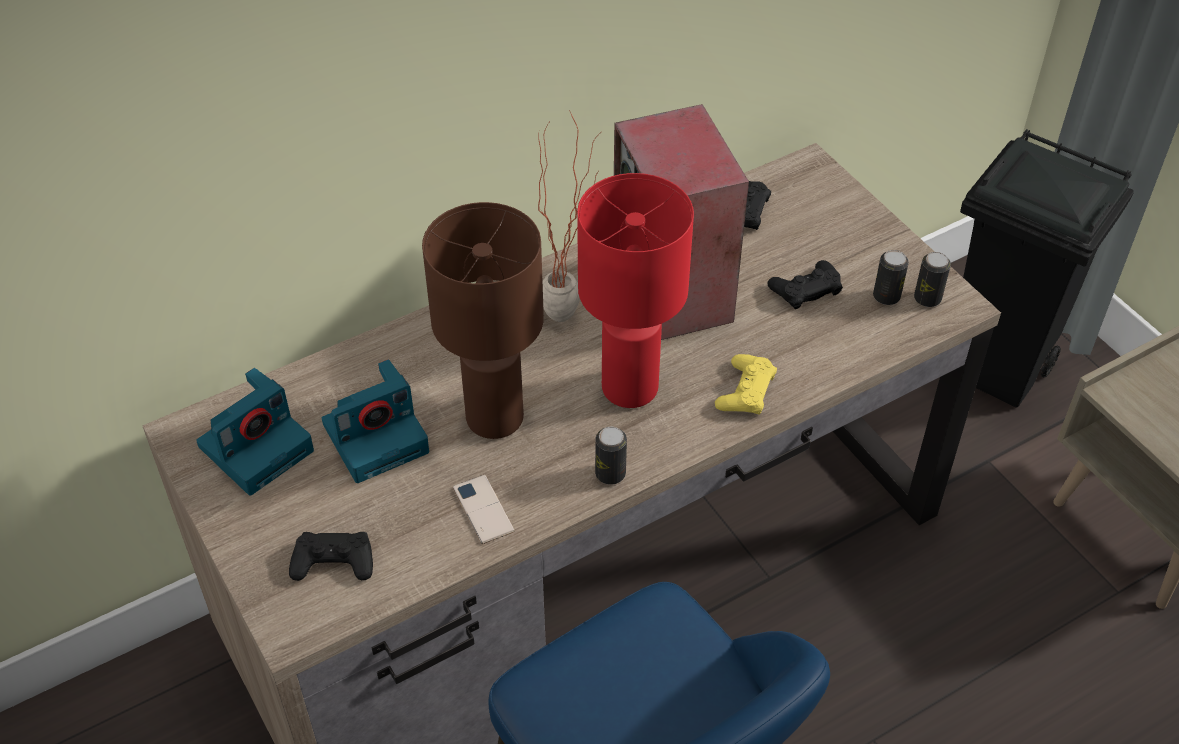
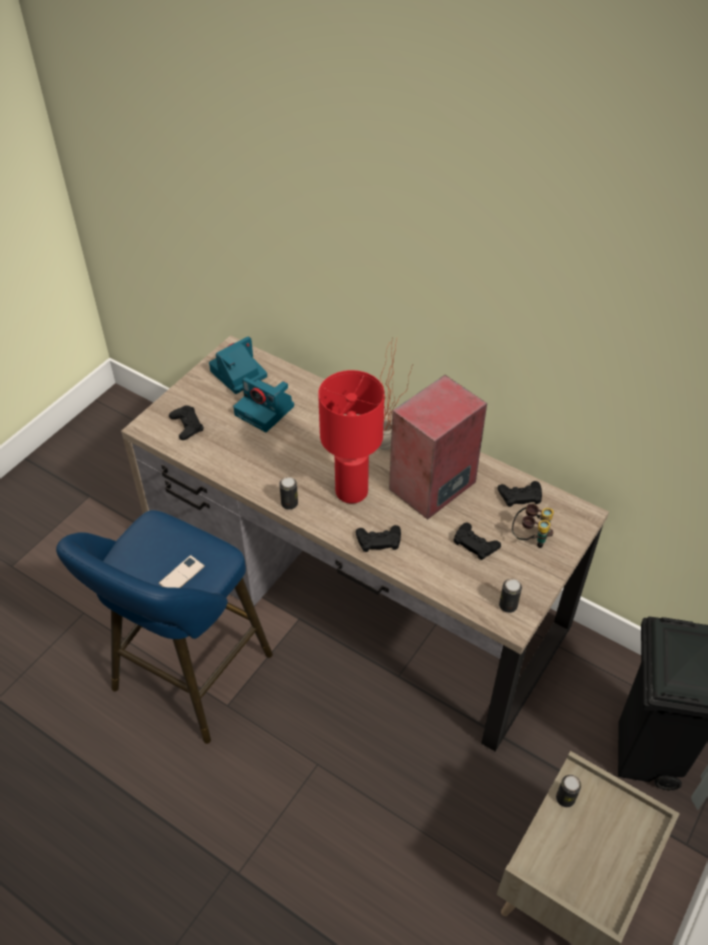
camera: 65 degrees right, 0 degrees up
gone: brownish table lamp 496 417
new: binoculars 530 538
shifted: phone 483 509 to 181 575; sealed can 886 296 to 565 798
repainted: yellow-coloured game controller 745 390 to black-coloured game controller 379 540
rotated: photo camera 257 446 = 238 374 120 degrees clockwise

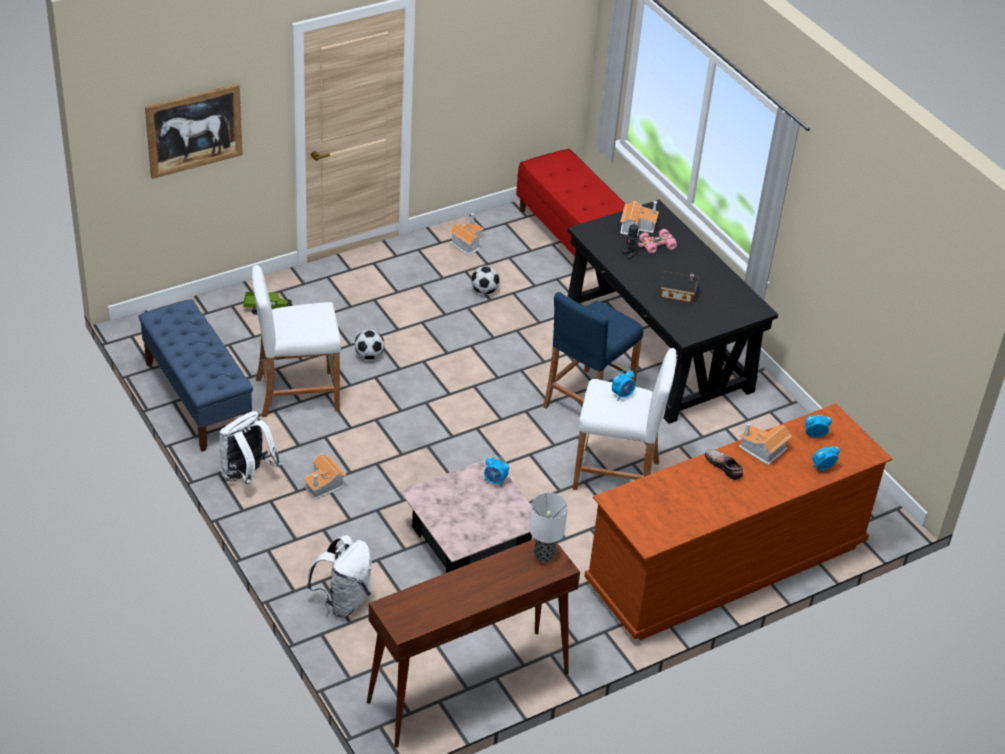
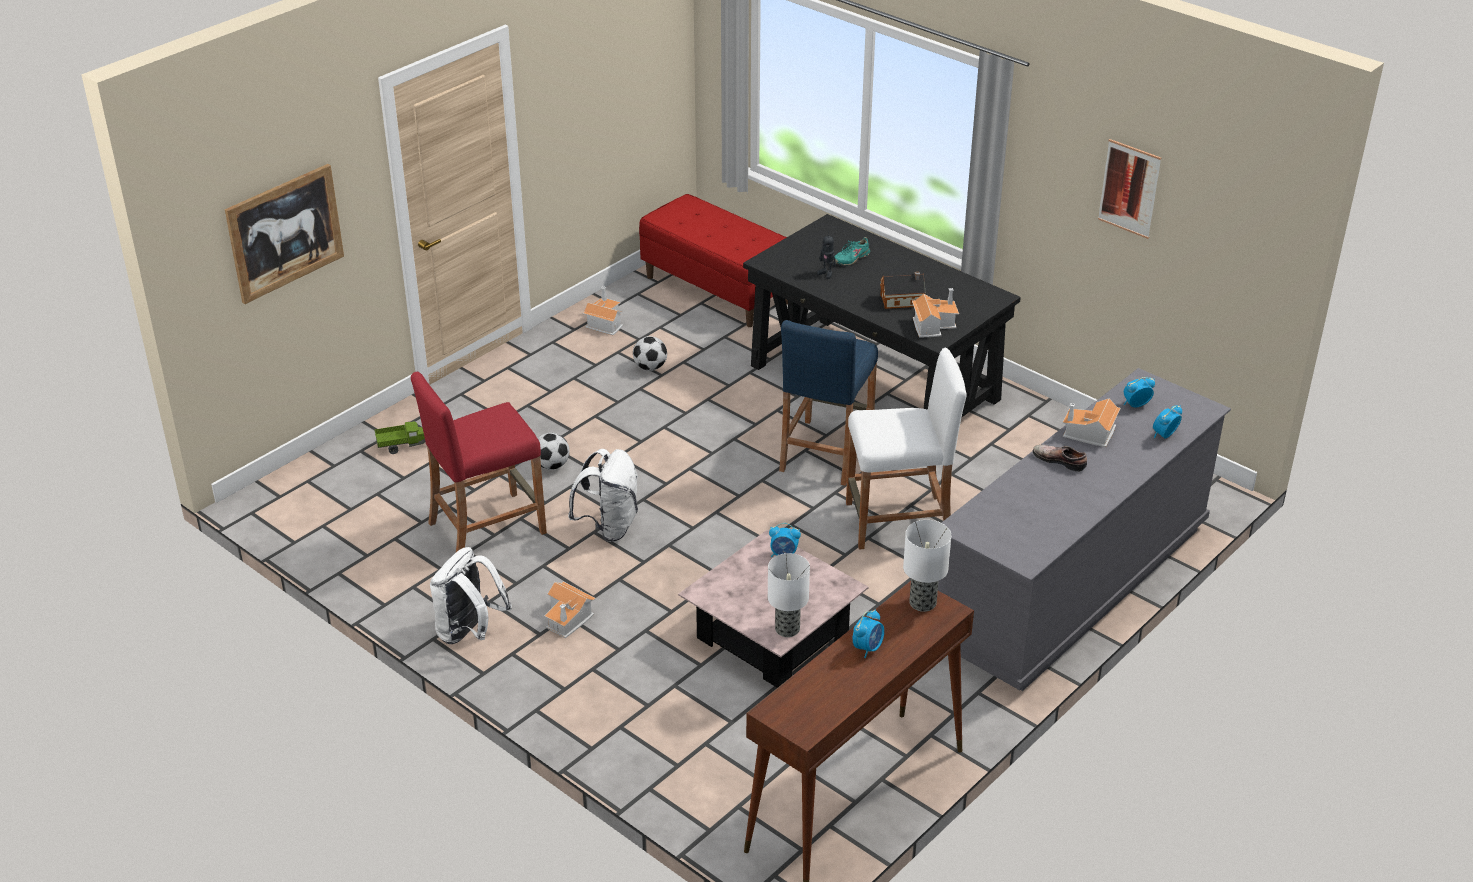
camera: 15 degrees left, 5 degrees down
gone: bluish bench 197 398
new: table lamp 786 629; wall art 1129 188
shifted: whitish rucksack 343 601 to 609 527; alarm clock 622 395 to 868 648; model house 637 226 to 933 324
swapped: pinkish toy car 656 245 to turquoise low shoe 851 258
repainted: whitish stool seat 297 394 to reddish stool seat 486 527; brownish dresser 726 564 to gray dresser 1071 584

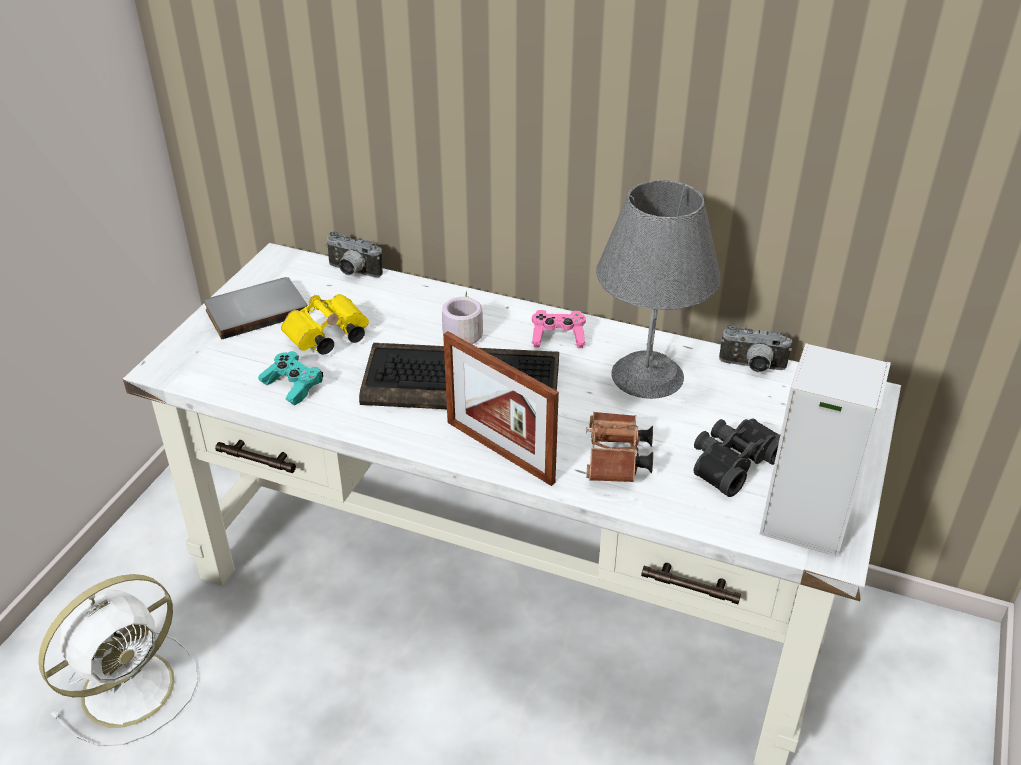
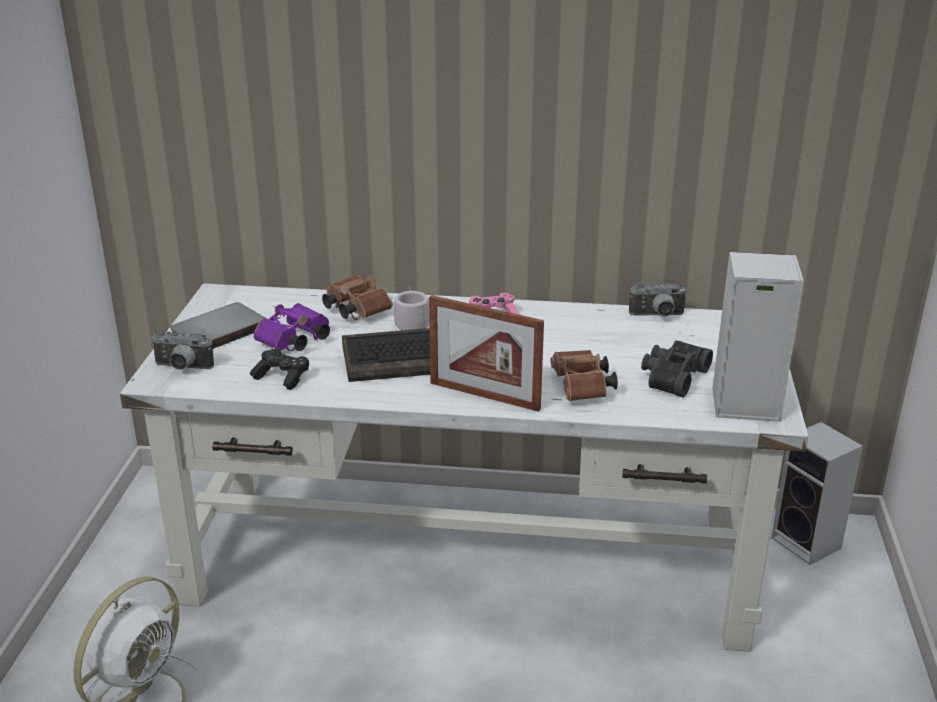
camera: 15 degrees left, 10 degrees down
gone: gray table lamp 646 375
new: brownish binoculars 355 309; loudspeaker 809 544
shifted: photo camera 352 272 to 182 368
repainted: turquoise game controller 293 386 to black-coloured game controller 281 377; yellow-coloured binoculars 326 338 to purple binoculars 293 342

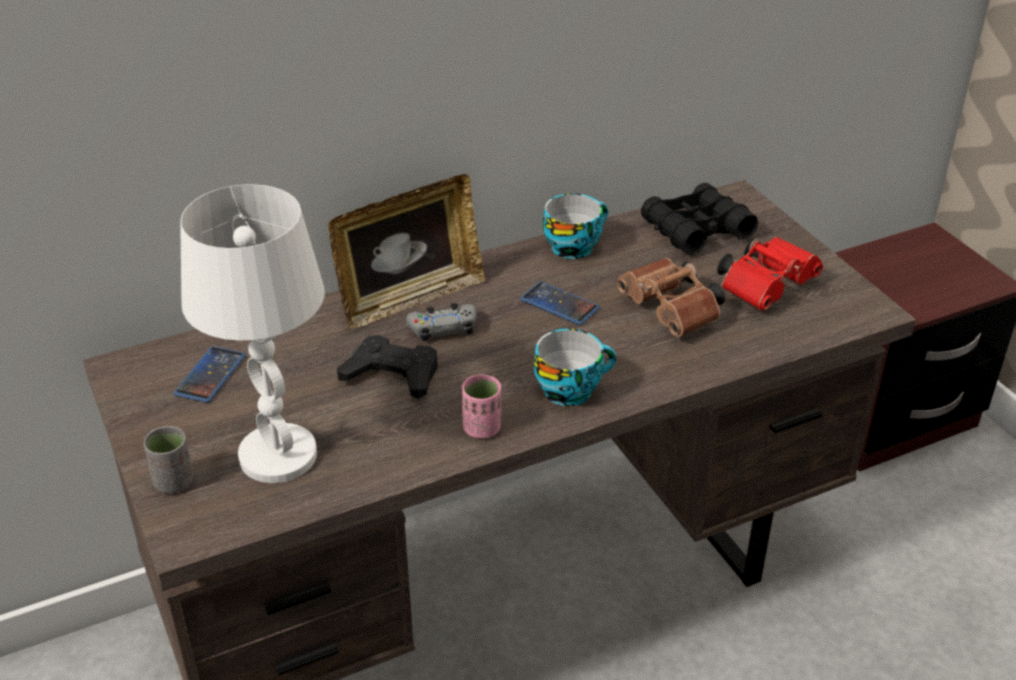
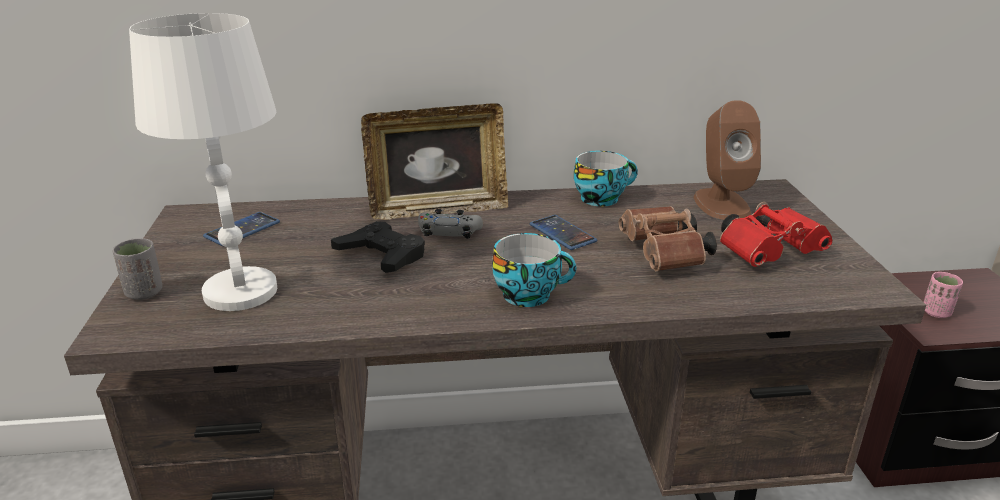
camera: 20 degrees right, 10 degrees down
shifted: pinkish drinking cup 482 428 to 936 312
swapped: black-coloured binoculars 696 230 to brownish loudspeaker 721 204

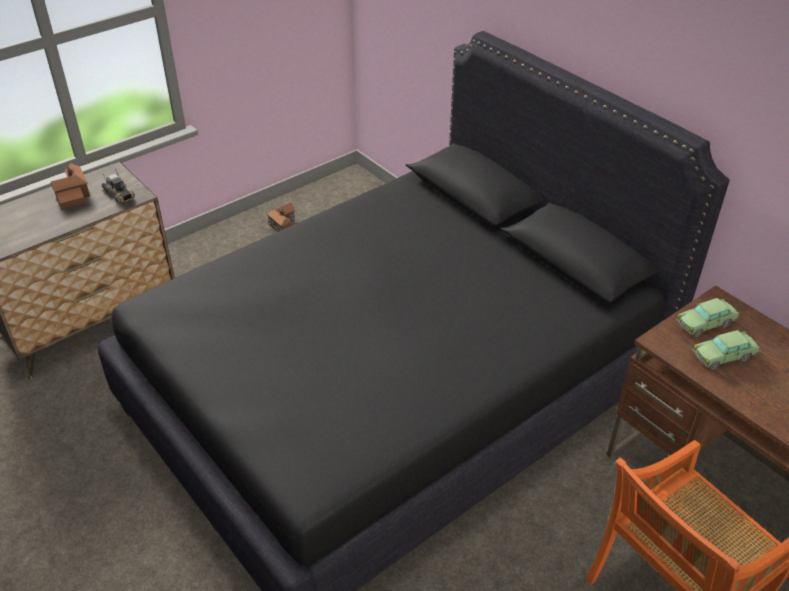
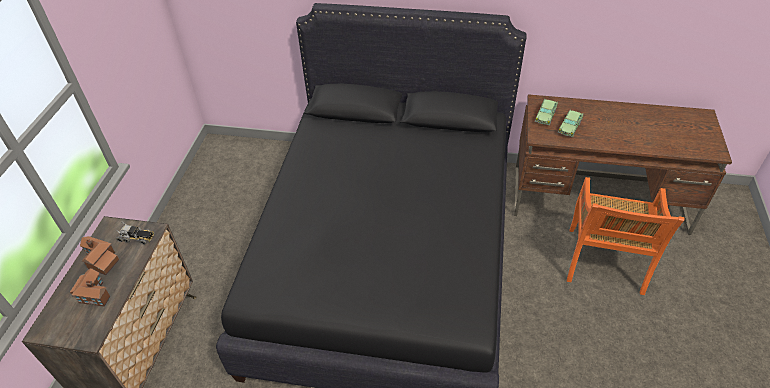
camera: 40 degrees left, 5 degrees up
shifted: model house 282 223 to 93 293

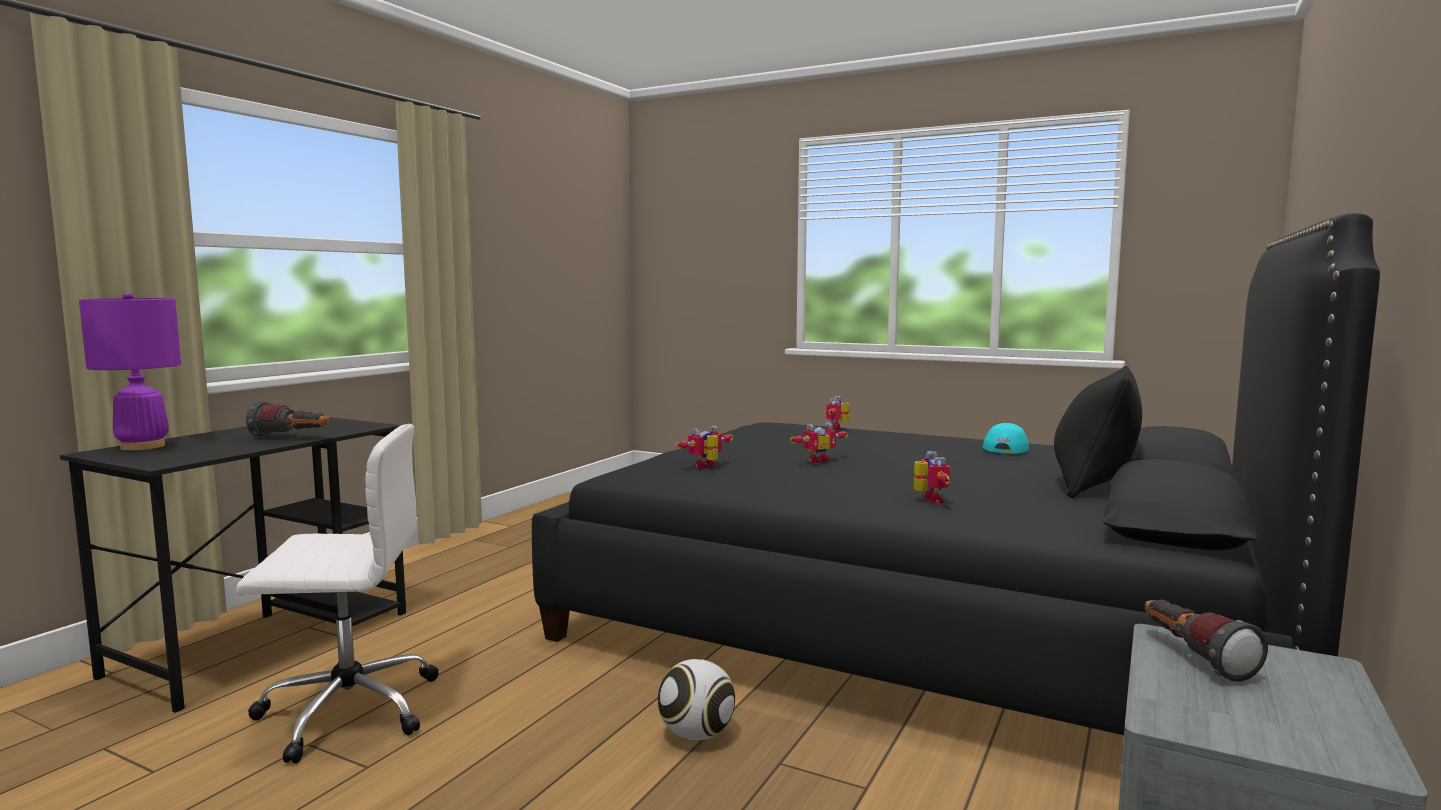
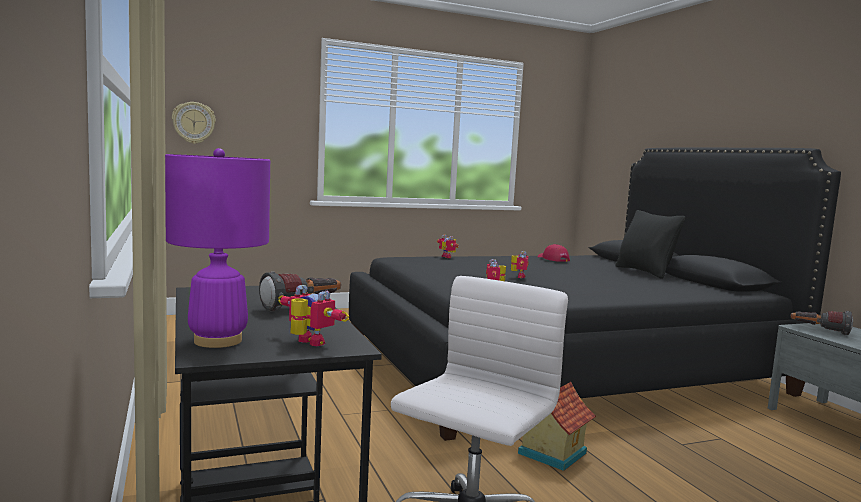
camera: 50 degrees left, 0 degrees up
gone: football 696 735
new: wall clock 193 122; model house 550 453
shifted: model robot 928 500 to 306 343
repainted: turquoise cap 1006 448 to reddish cap 552 259

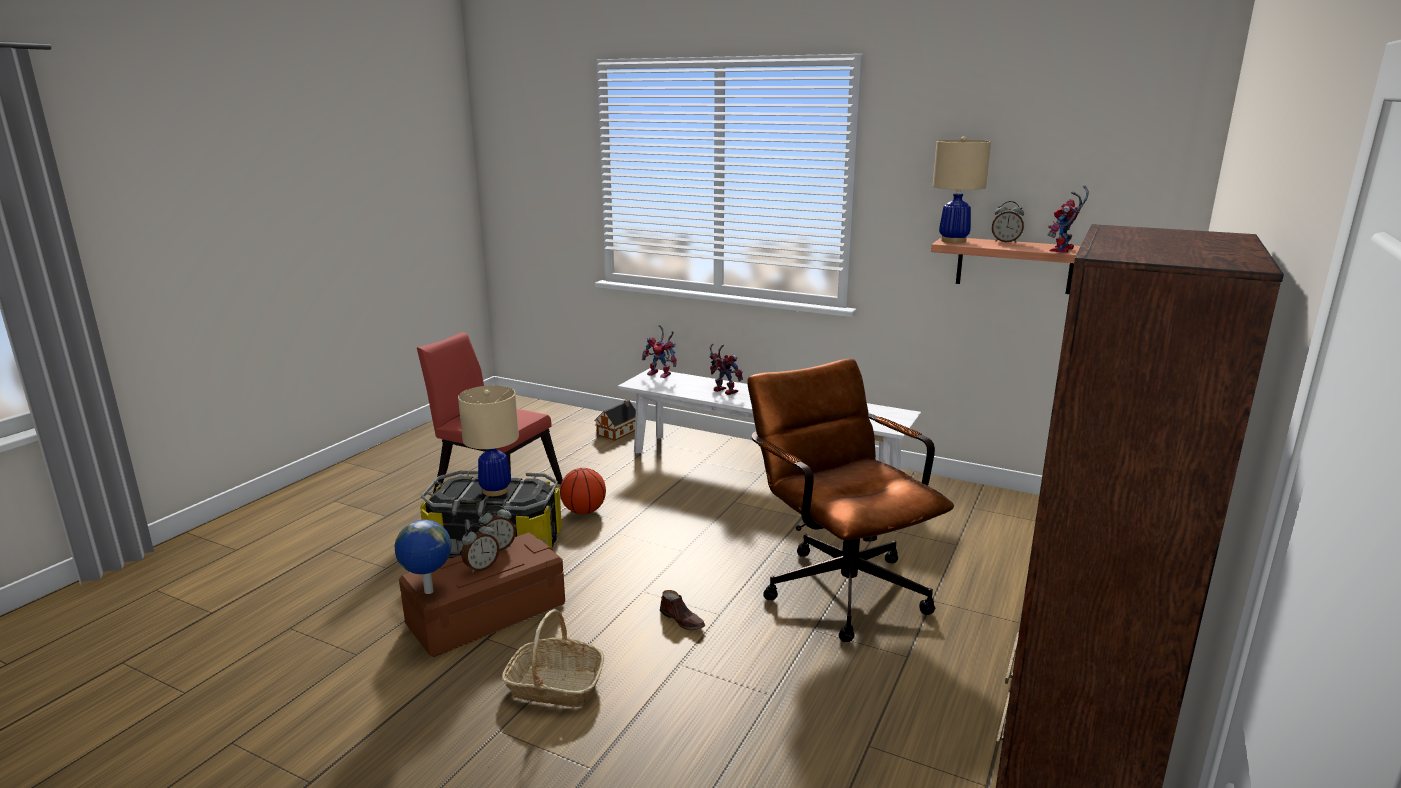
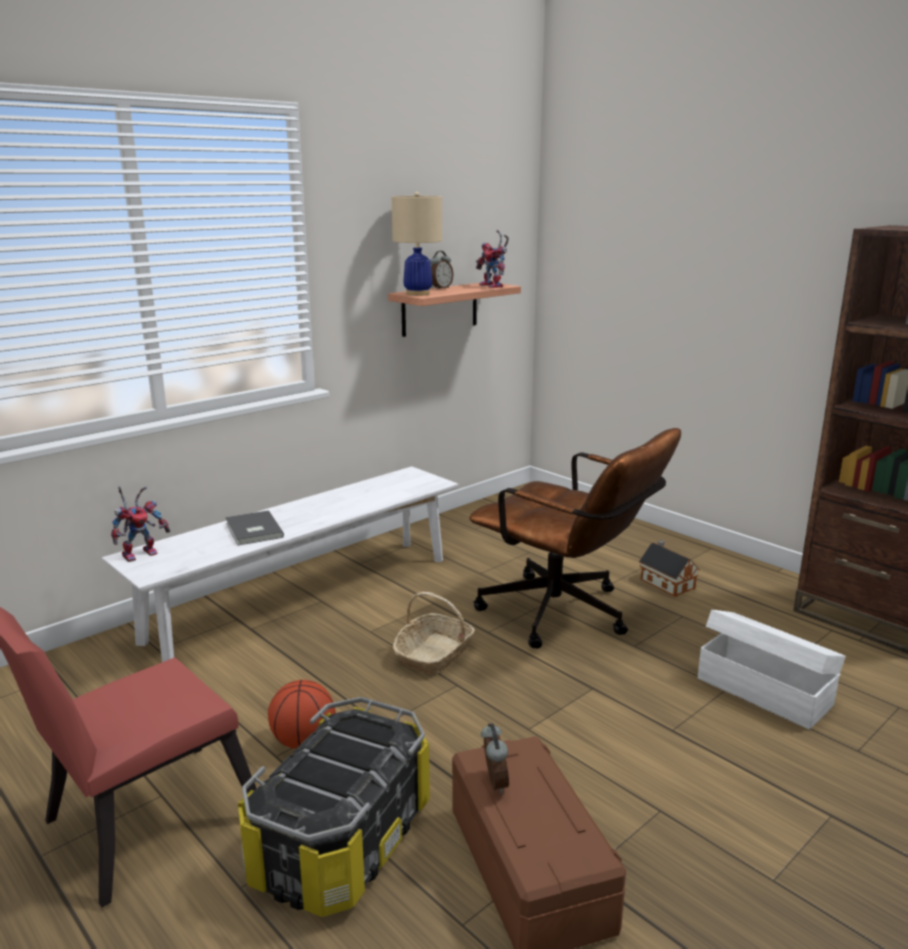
camera: 70 degrees left, 0 degrees up
gone: globe 428 592; beige-coloured table lamp 495 490; alarm clock 481 567; brownish low shoe 682 620
new: whitish storage bin 763 690
shifted: storage basket 554 686 to 434 654; model house 618 432 to 666 583
swapped: model robot 722 391 to gray bound book 252 531
rotated: brownish office chair 838 584 = 566 616 135 degrees counterclockwise

